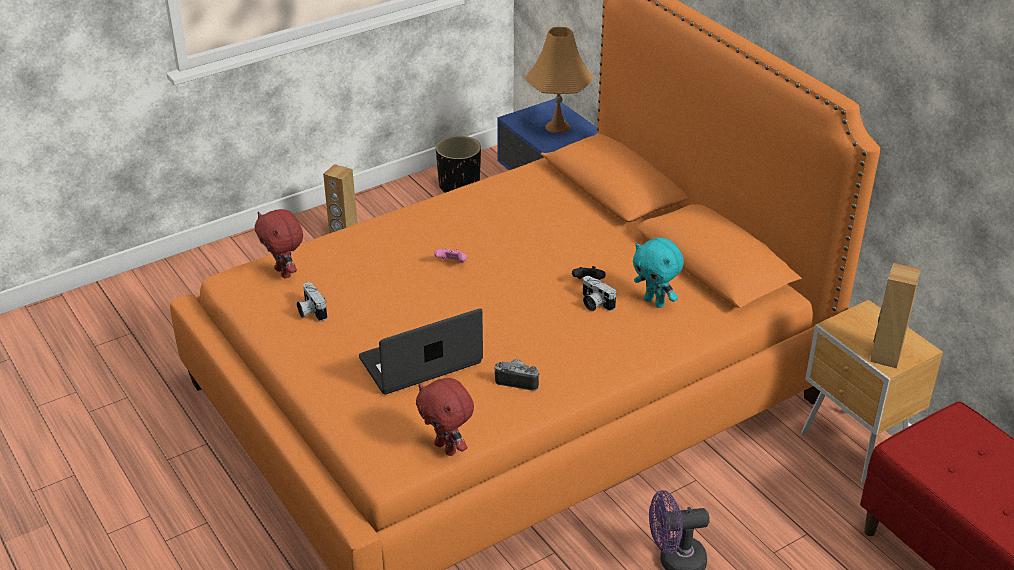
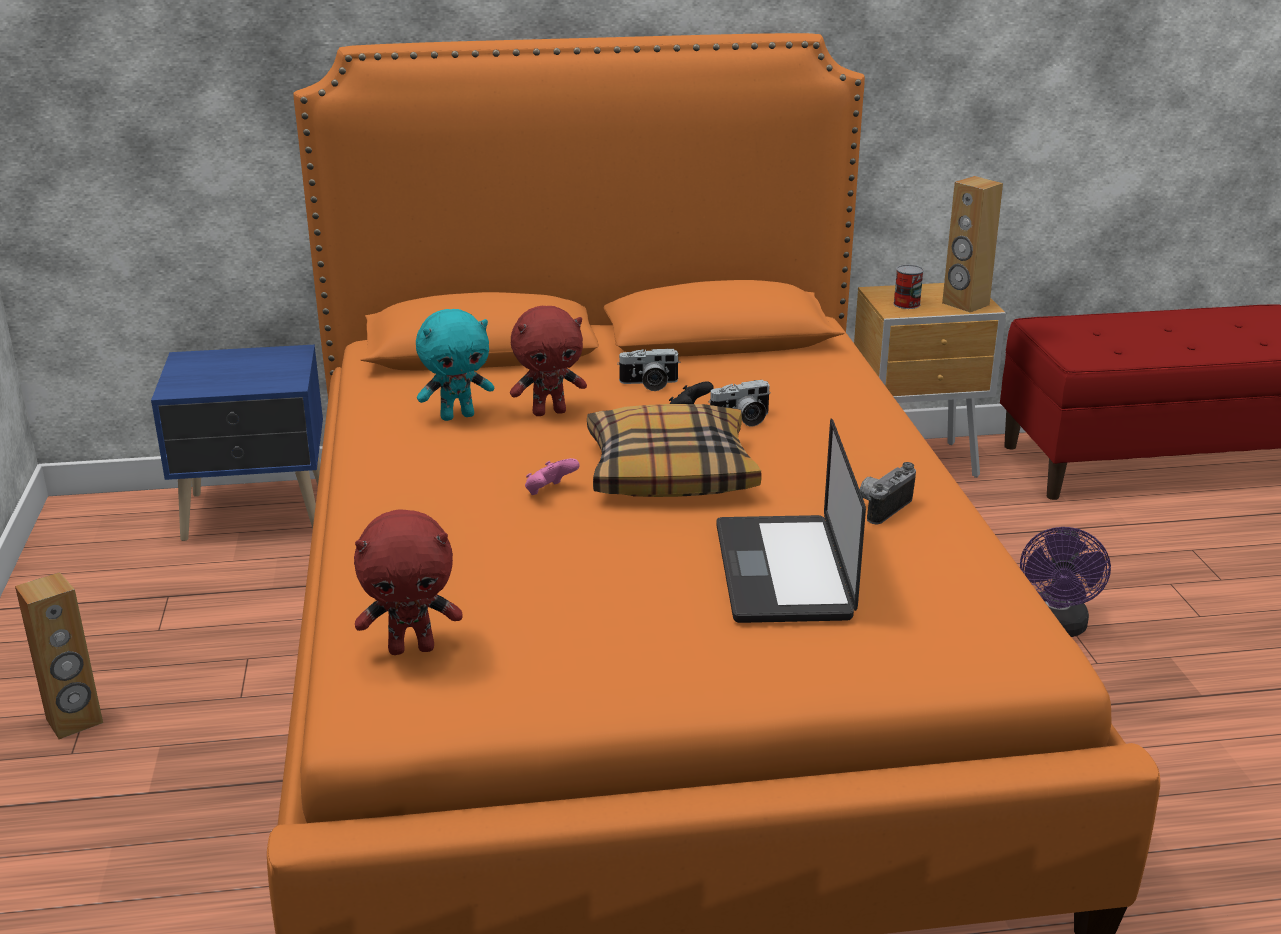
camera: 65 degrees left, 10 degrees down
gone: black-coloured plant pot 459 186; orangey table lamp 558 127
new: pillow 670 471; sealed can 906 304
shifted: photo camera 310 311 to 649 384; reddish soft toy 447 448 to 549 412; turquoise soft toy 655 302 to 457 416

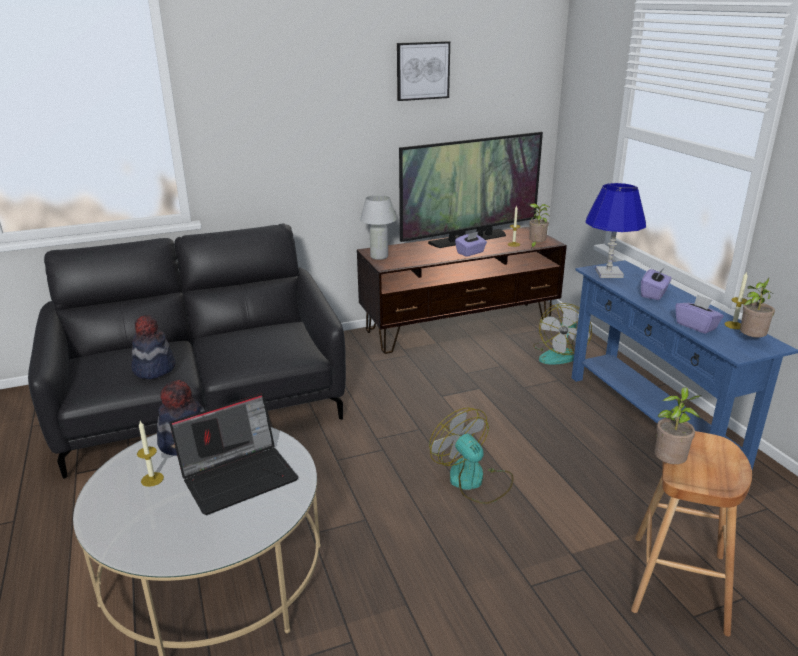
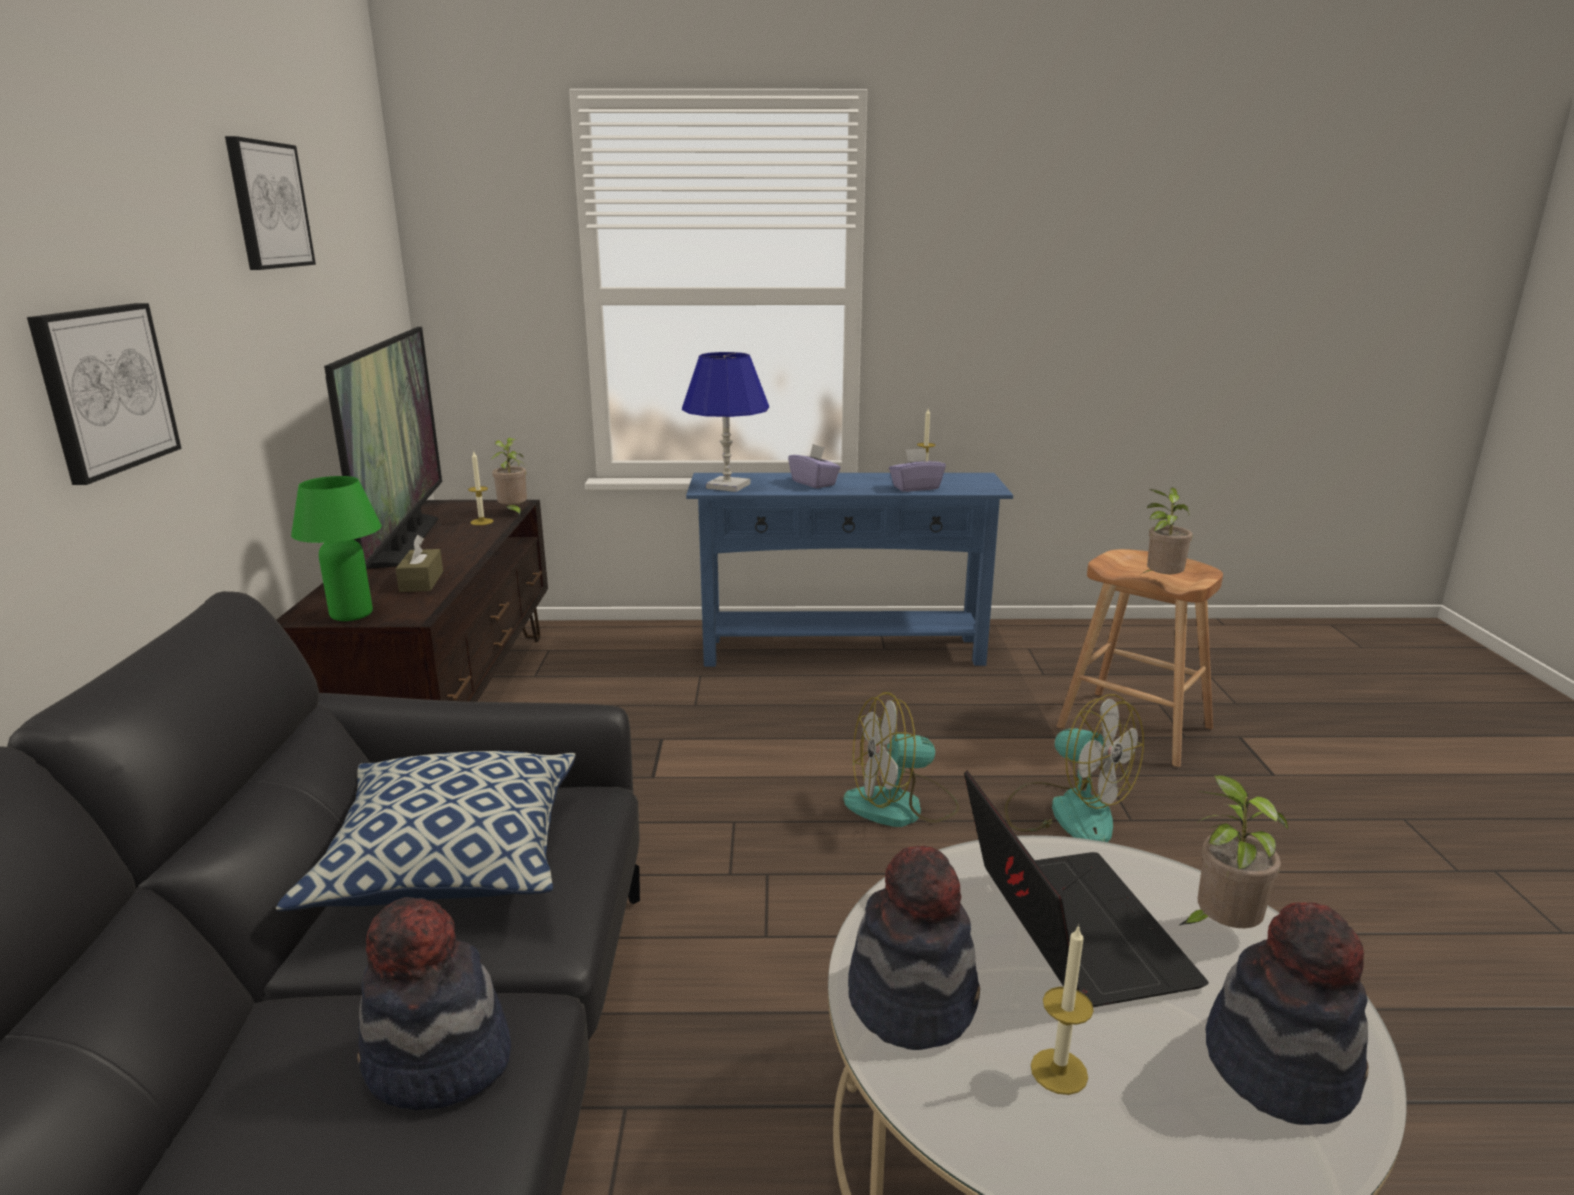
camera: 70 degrees left, 5 degrees down
gone: purple tissue box 470 253
new: wall art 105 389; pillow 450 859; brownish tissue box 421 581; clothing hat 1279 1066
shifted: cooling fan 559 354 to 1066 811; plant in a pot 749 340 to 1220 929
repainted: whitish table lamp 379 257 to greenish table lamp 351 614

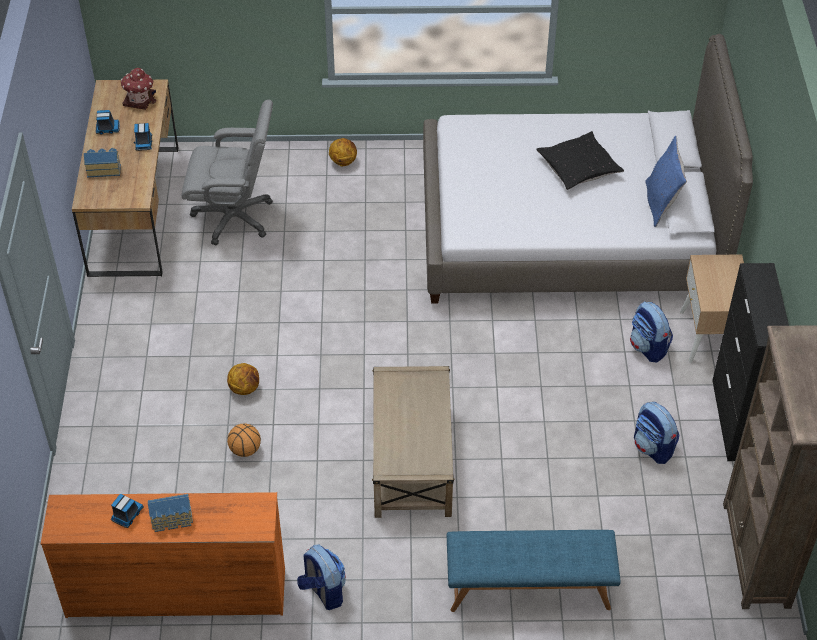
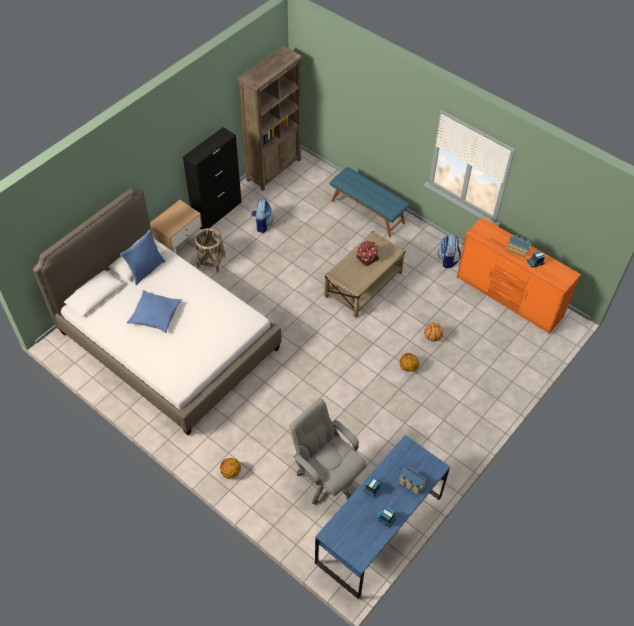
camera: 140 degrees left, 5 degrees up
shifted: model house 139 99 to 367 258
swapped: rucksack 648 347 to storage basket 211 261
repainted: brownish desk 135 210 to bluish desk 379 529; black-coloured pillow 578 167 to bluish pillow 155 315

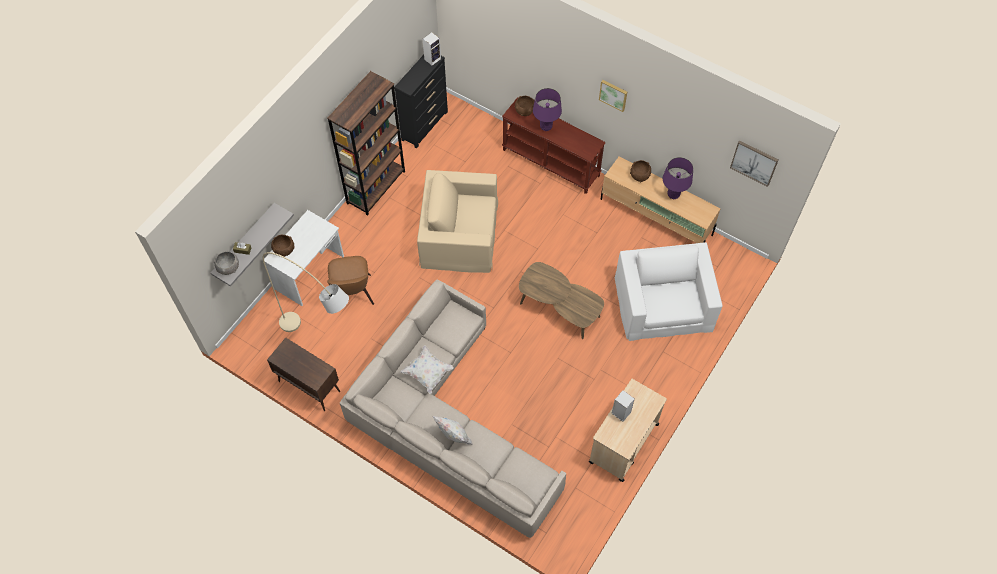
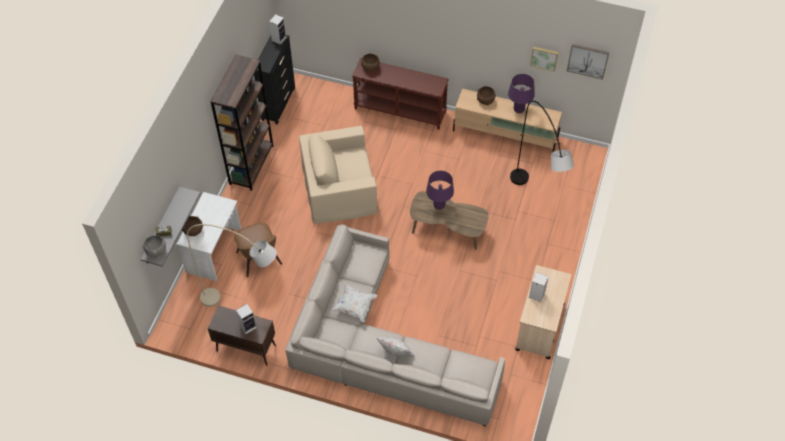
camera: 15 degrees left, 5 degrees down
new: loudspeaker 248 326
shifted: purple table lamp 546 126 to 439 205; wall art 613 94 to 544 58
swapped: whitish lounge chair 663 303 to gray standing lamp 535 204

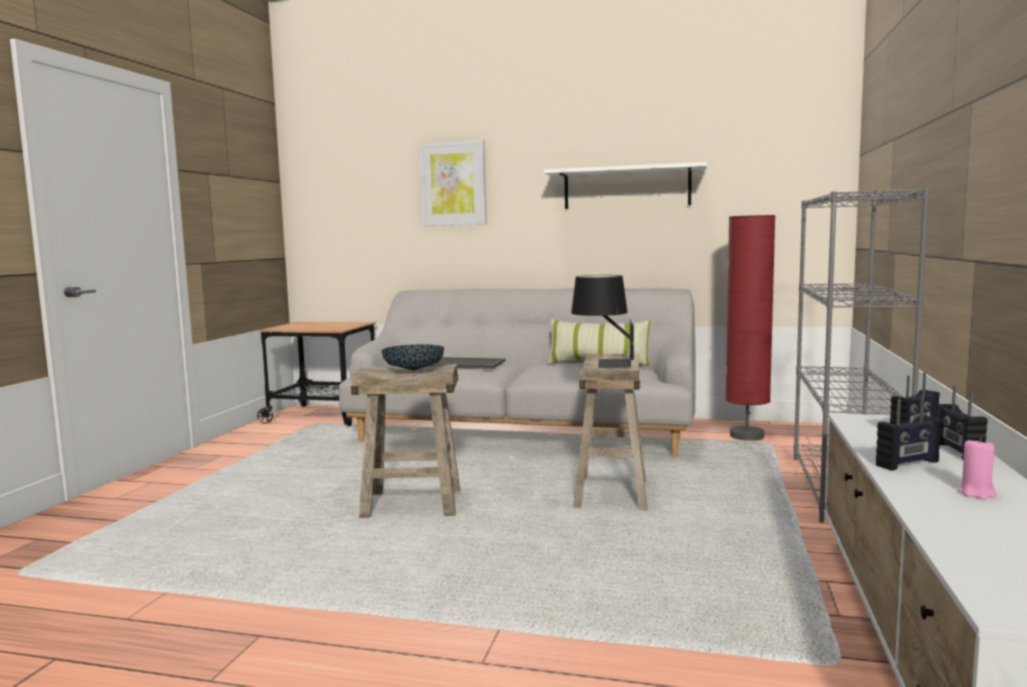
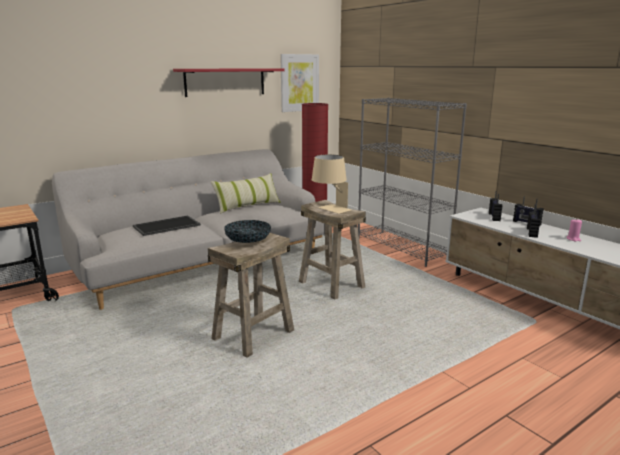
camera: 50 degrees left, 10 degrees up
shifted: wall art 453 184 to 299 83
repainted: whitish wall shelf 626 188 to reddish wall shelf 225 82; black-coloured table lamp 603 363 to beige-coloured table lamp 330 210

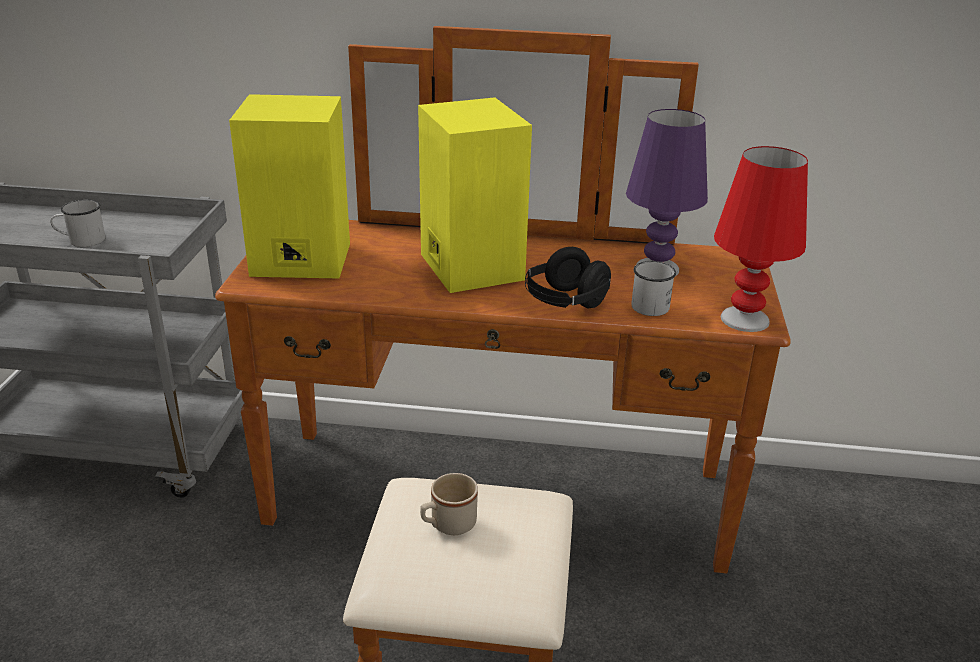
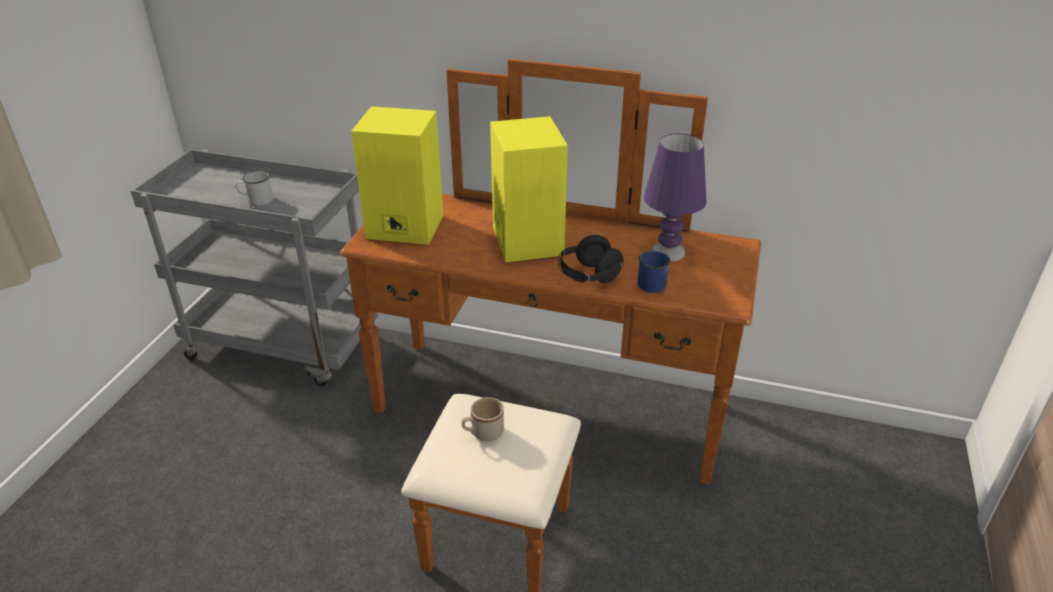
camera: 10 degrees right, 5 degrees up
gone: reddish table lamp 744 320
repainted: whitish coffee mug 649 304 to bluish coffee mug 652 282

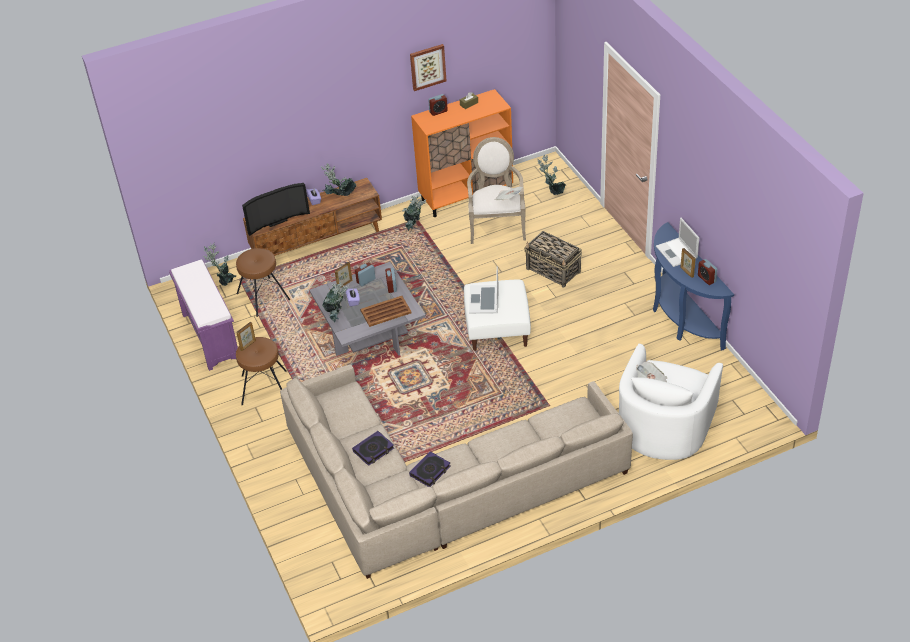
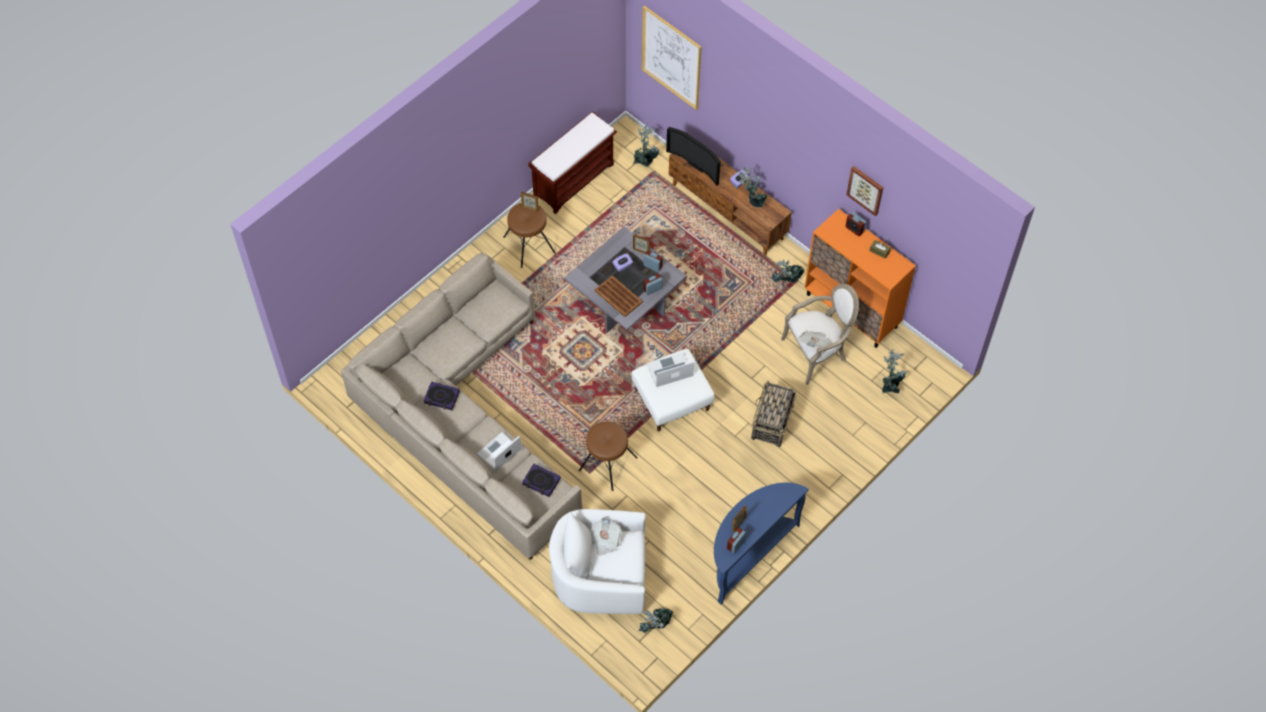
camera: 65 degrees right, 15 degrees up
new: wall art 671 57
shifted: brownish stool seat 263 297 to 607 463; plant in a pot 337 315 to 655 628; bound book 373 450 to 541 481; notebook computer 677 253 to 498 452
repainted: purple bench 210 336 to brownish bench 574 179

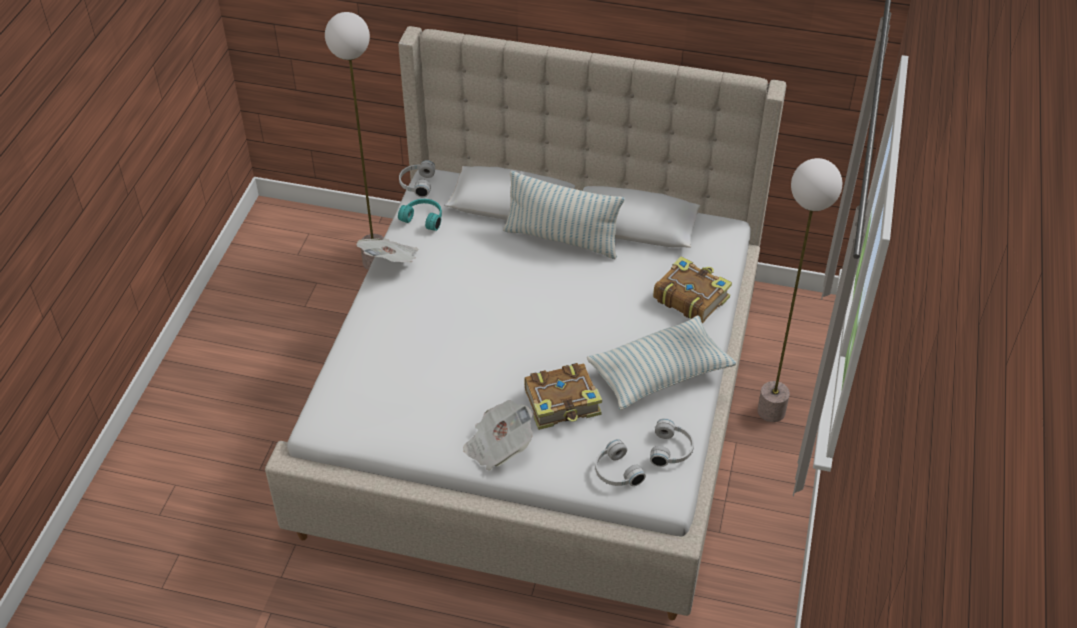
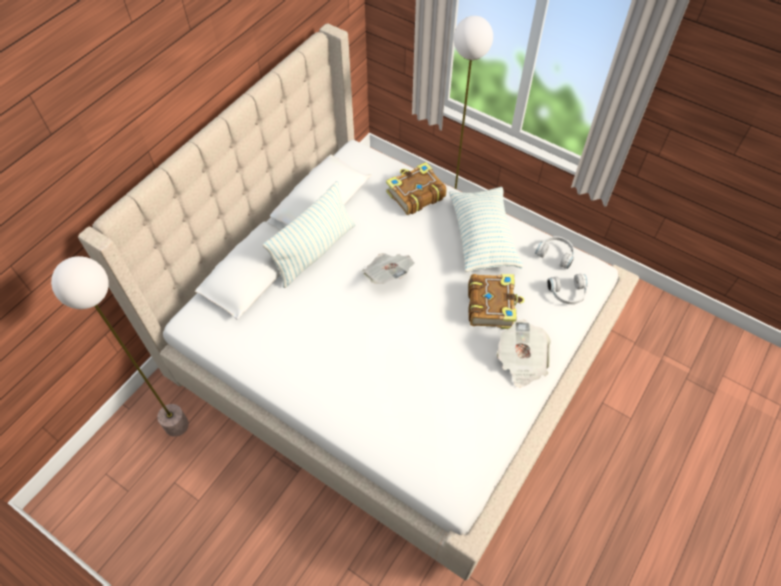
camera: 70 degrees left, 10 degrees up
gone: turquoise pair of headphones 424 218; whitish pair of headphones 416 184
shifted: newspaper 391 261 to 387 274

